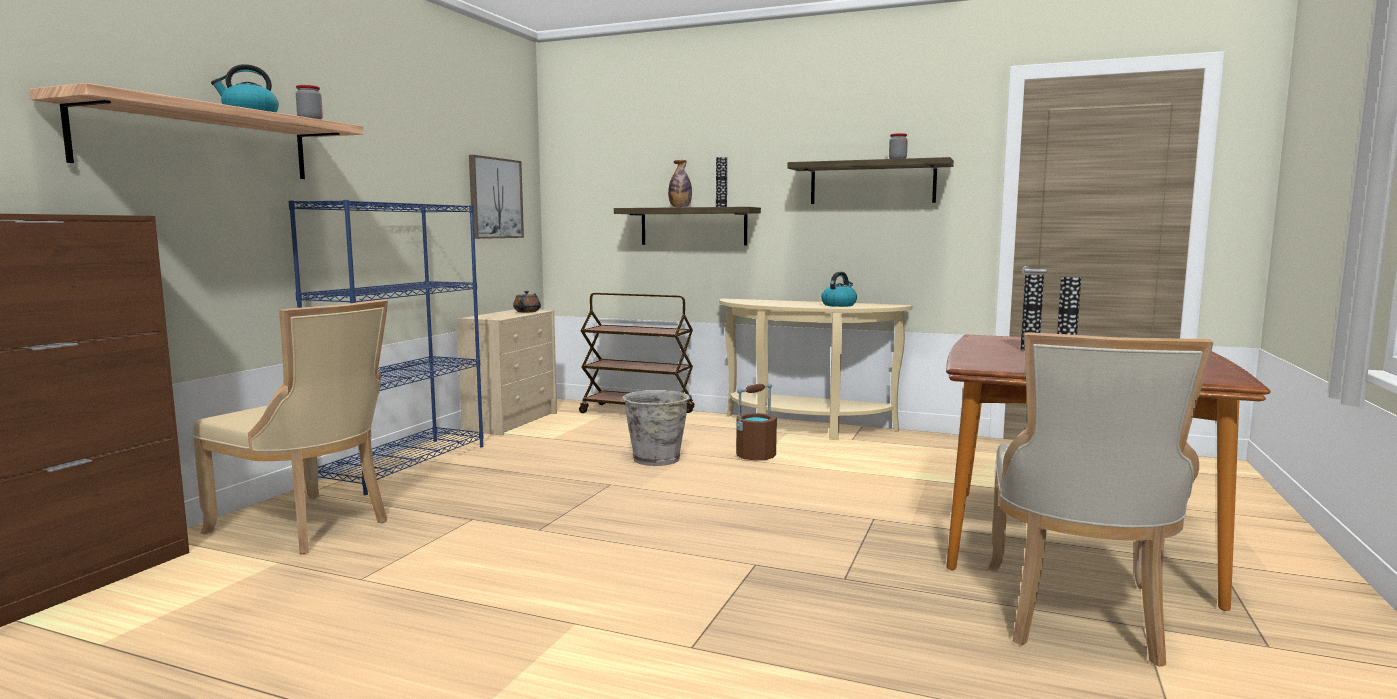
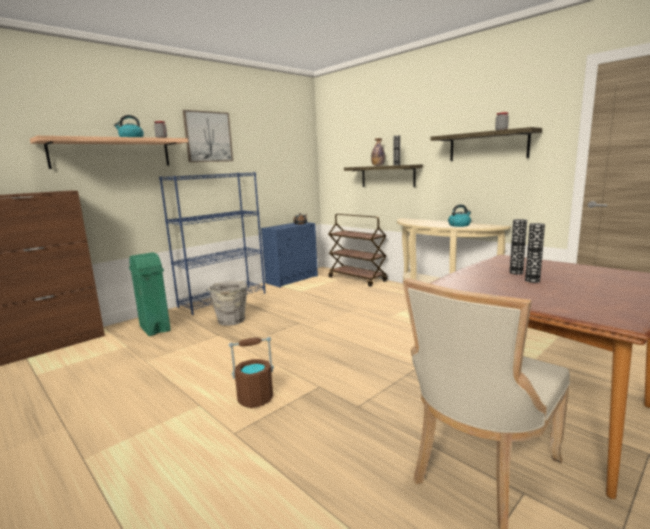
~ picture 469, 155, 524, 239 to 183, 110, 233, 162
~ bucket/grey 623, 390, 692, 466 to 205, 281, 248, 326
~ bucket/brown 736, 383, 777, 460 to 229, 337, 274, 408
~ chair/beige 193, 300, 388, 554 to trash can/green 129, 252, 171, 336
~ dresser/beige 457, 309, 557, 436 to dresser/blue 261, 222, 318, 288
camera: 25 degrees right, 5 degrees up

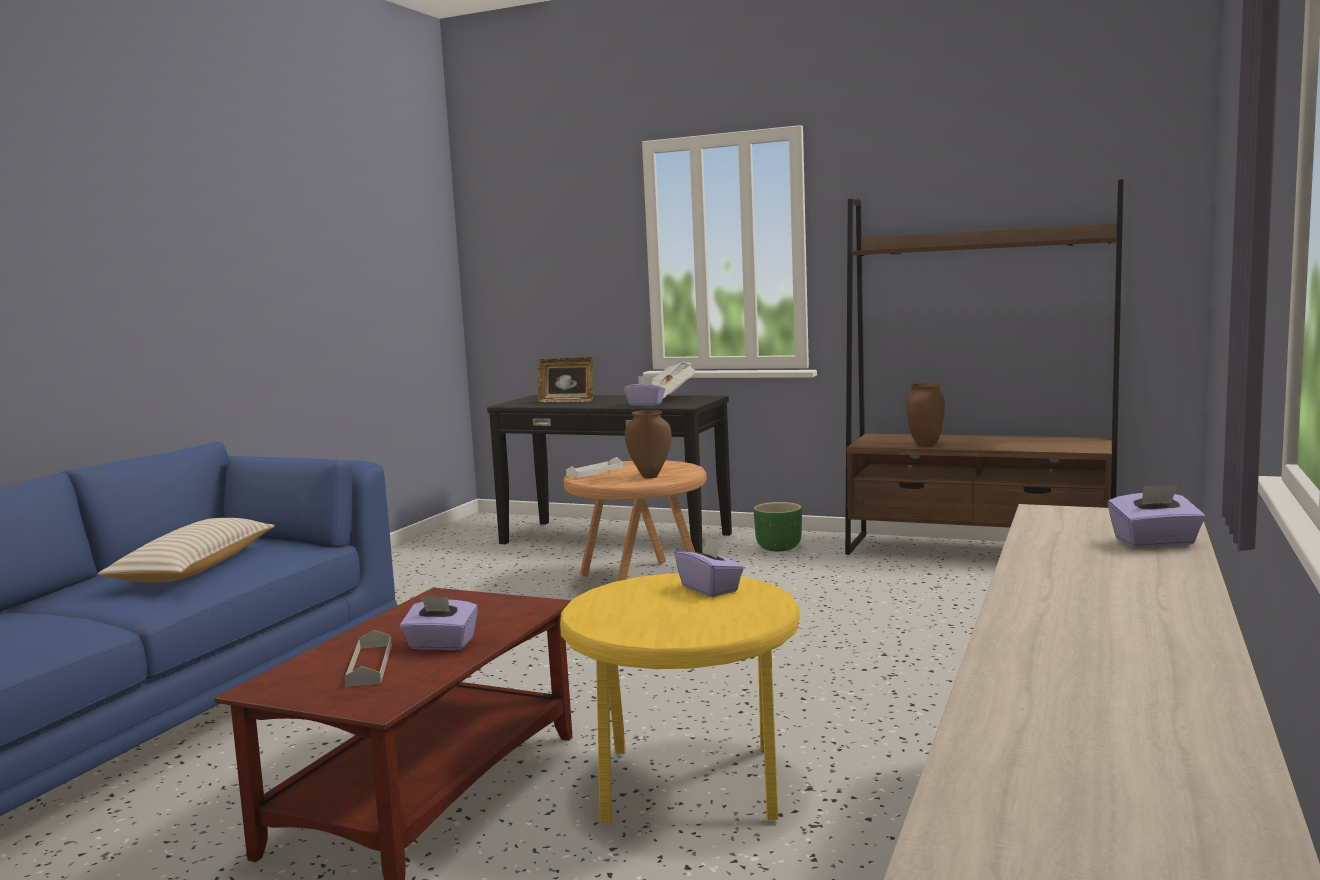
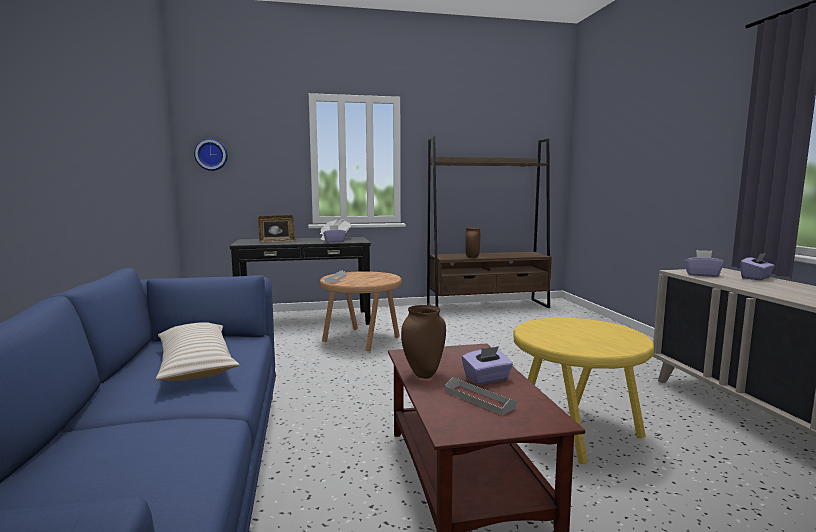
- planter/green 754, 502, 802, 552
+ wall clock 194, 138, 228, 171
~ vase/brown 625, 410, 672, 479 to 401, 305, 446, 379
~ tissue box/purple 675, 537, 744, 597 to 684, 250, 724, 277
camera: 35 degrees left, 0 degrees up

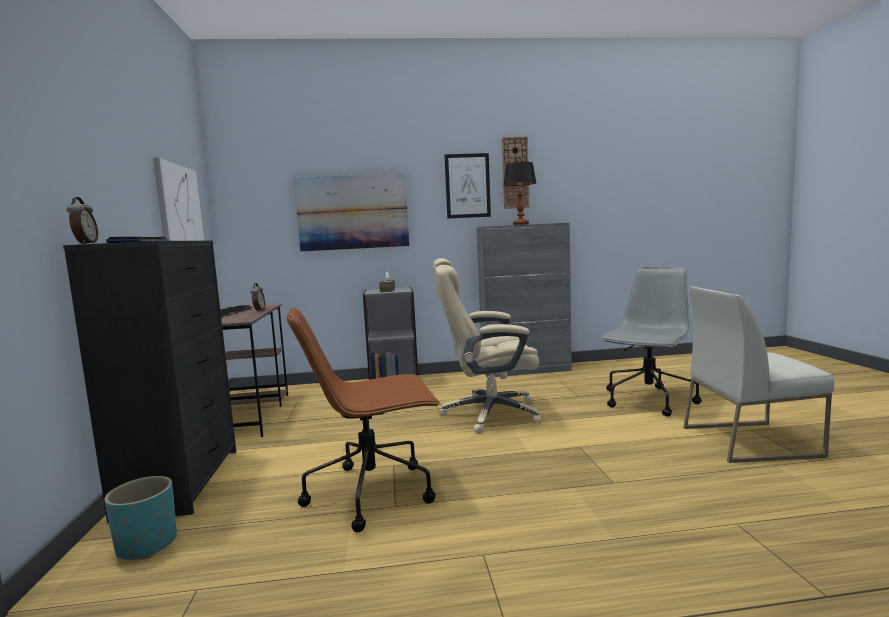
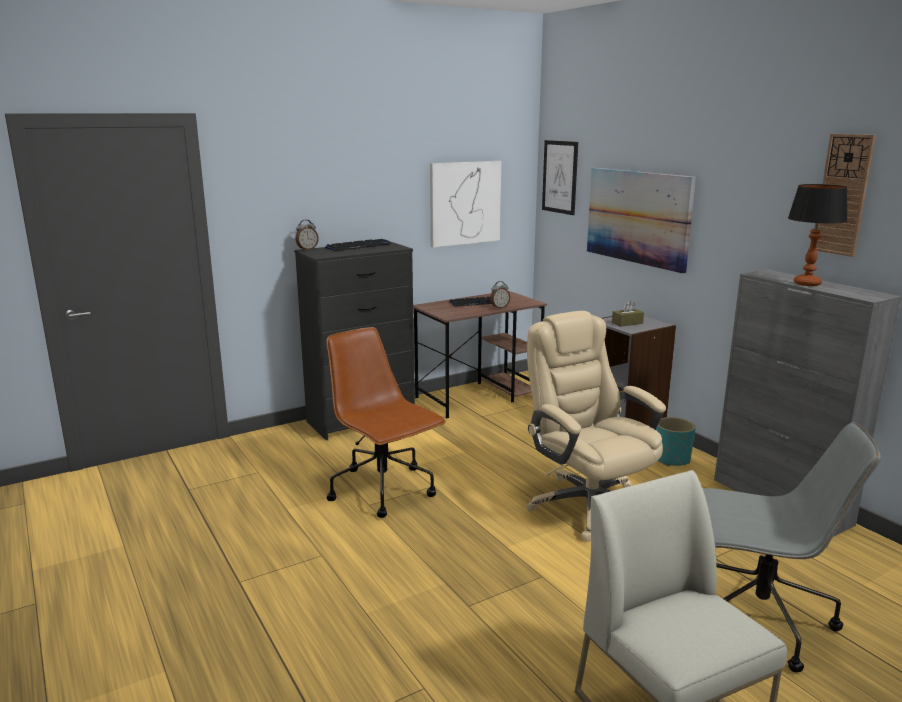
~ planter/turquoise 104, 476, 177, 560 to 656, 417, 696, 467
~ picture 444, 153, 491, 219 to 542, 140, 578, 215
camera: 65 degrees right, 10 degrees up

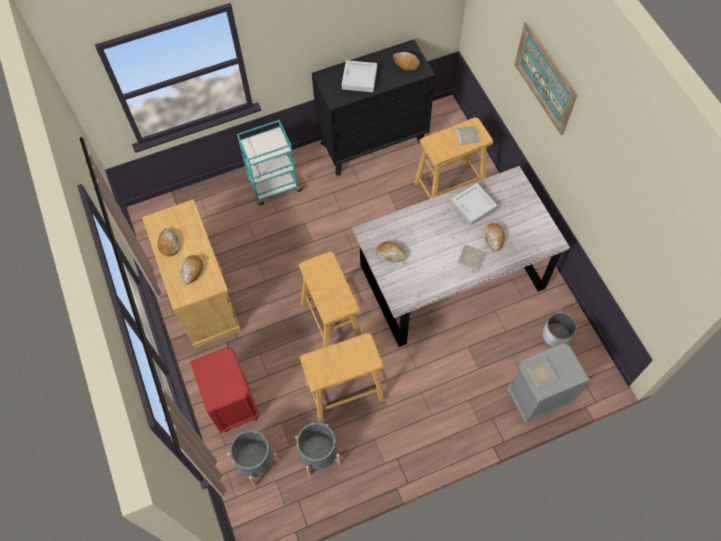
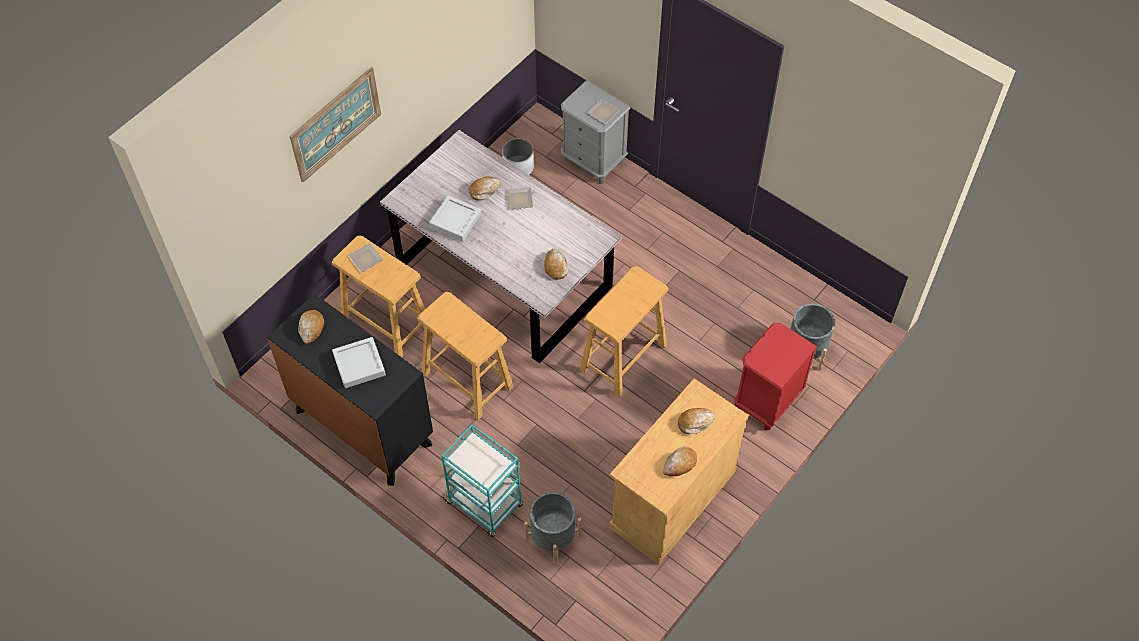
~ planter/grey 295, 422, 341, 477 to 524, 492, 581, 564
~ stool/beige 299, 333, 384, 423 to 417, 292, 514, 420
camera: 120 degrees left, 5 degrees down

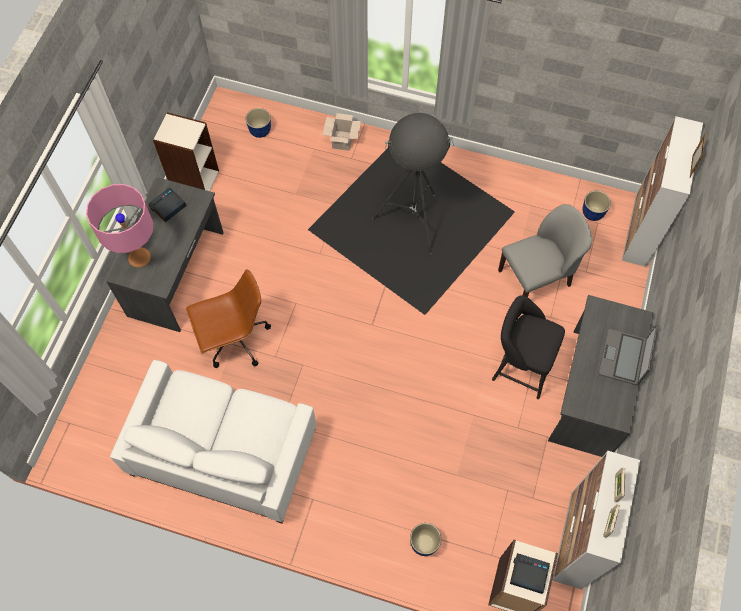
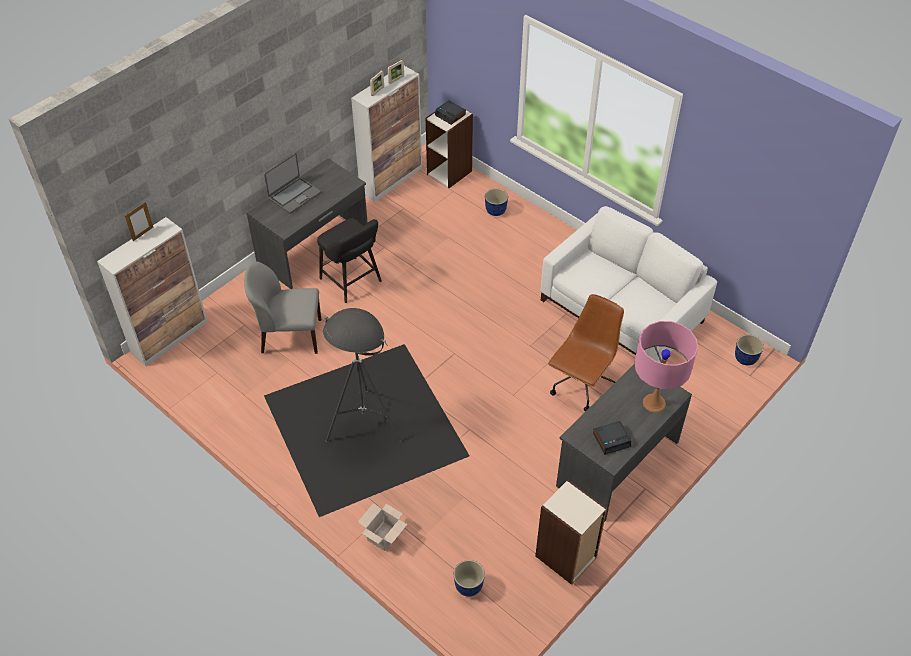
~ planter 582, 191, 611, 221 to 735, 334, 764, 366
~ office chair/brown 186, 269, 271, 368 = 548, 294, 624, 411 120 degrees clockwise
camera: 155 degrees left, 15 degrees down

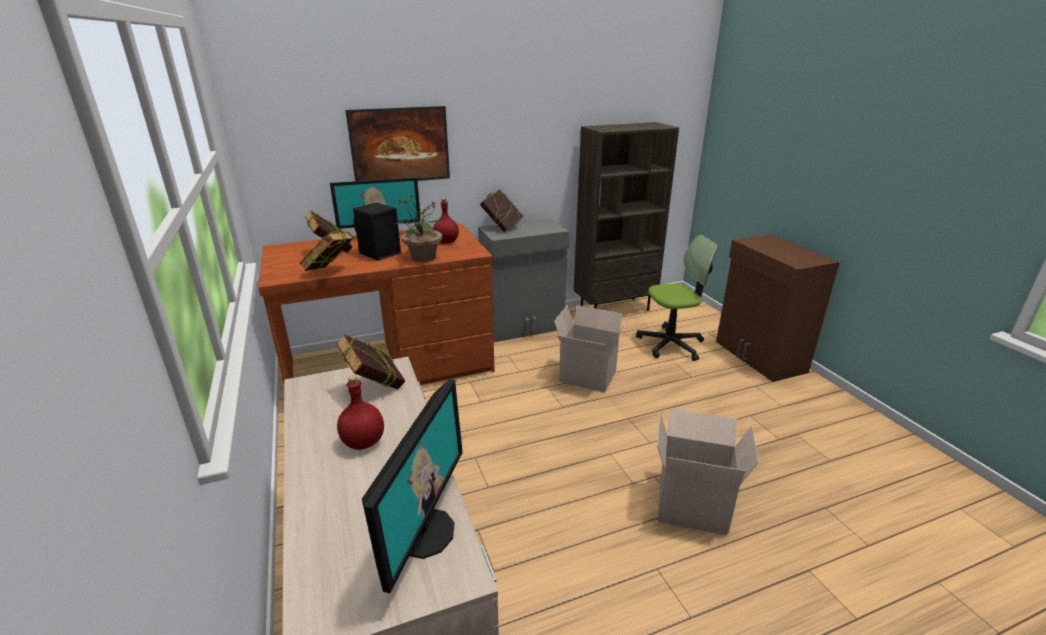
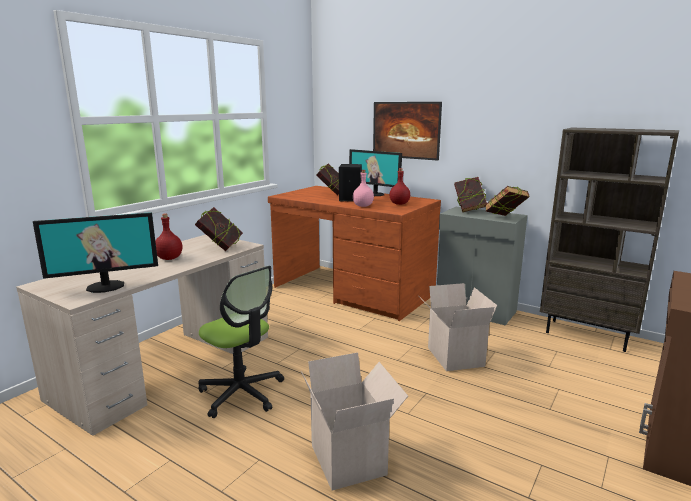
~ book 299, 230, 354, 271 to 484, 186, 530, 216
~ office chair 636, 235, 718, 361 to 198, 266, 284, 418
~ potted plant 395, 194, 442, 262 to bottle/pink 353, 170, 374, 207
camera: 55 degrees right, 10 degrees down

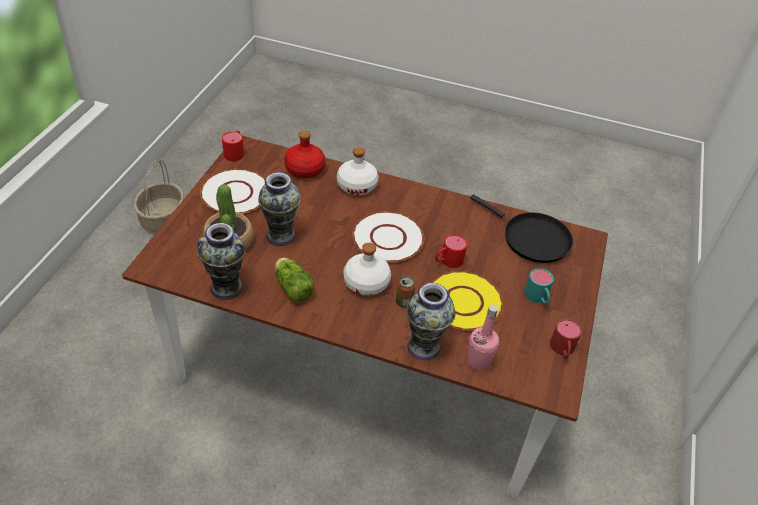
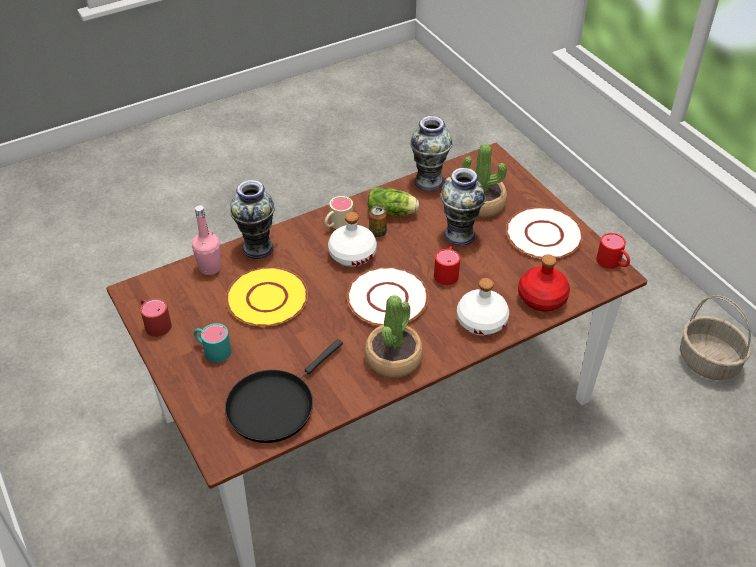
+ mug/beige 325, 196, 353, 229
+ potted plant 365, 295, 423, 378
~ can 395, 276, 416, 307 to 369, 205, 387, 237
~ mug/red 435, 234, 467, 268 to 434, 246, 460, 285
~ frying pan/black 470, 194, 573, 263 = 225, 339, 343, 443 45 degrees counterclockwise
camera: 135 degrees right, 0 degrees up

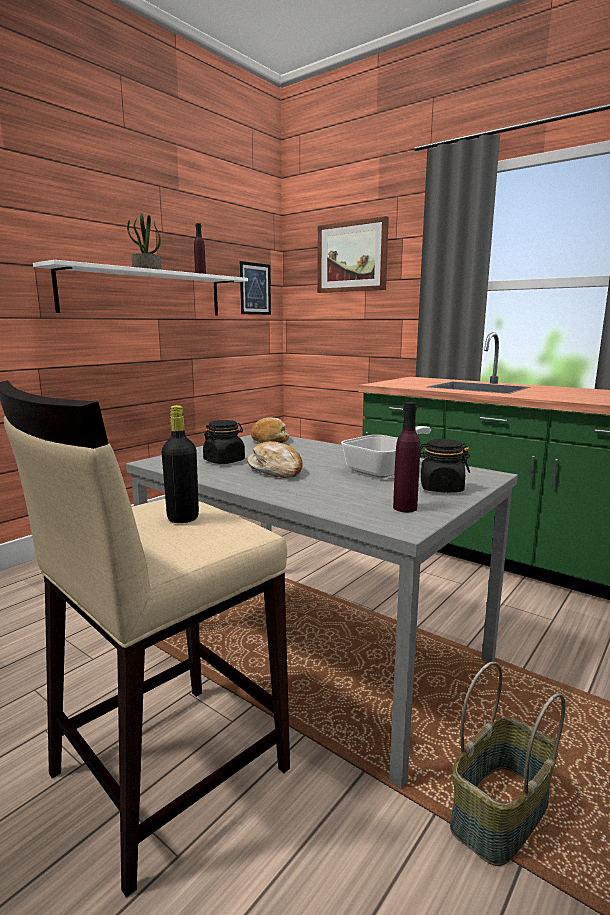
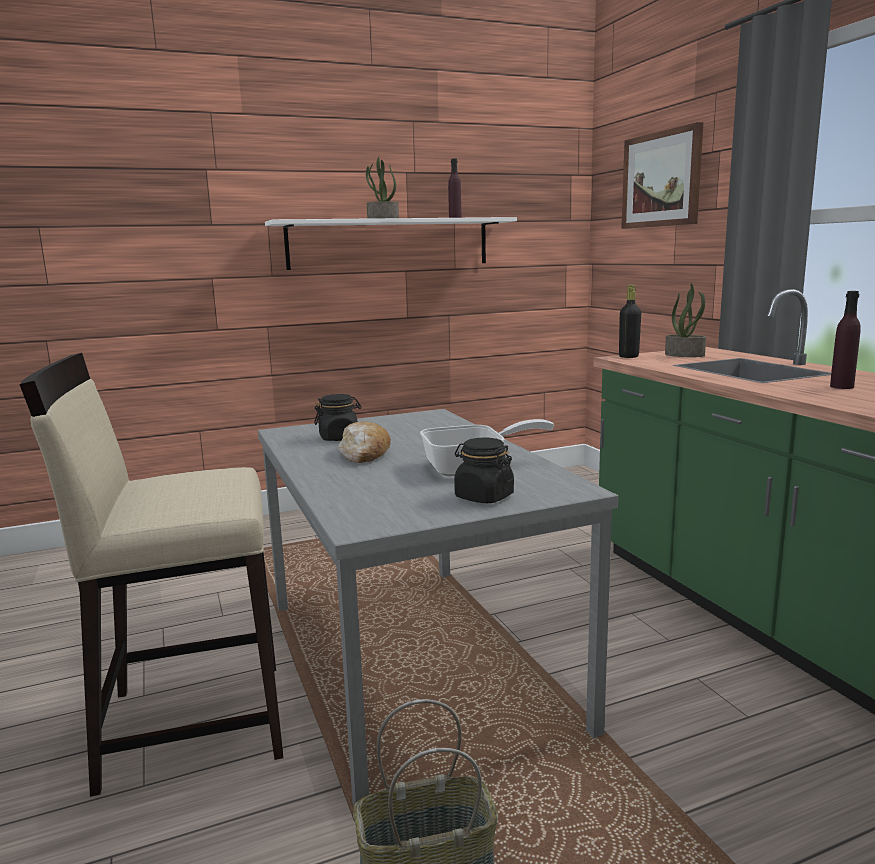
- picture 240, 261, 271, 315
- bread 251, 417, 290, 443
+ potted plant 665, 283, 706, 357
~ bottle/black 162, 405, 199, 523 to 619, 285, 641, 358
~ bottle/purple 393, 402, 420, 512 to 830, 291, 861, 389
camera: 30 degrees right, 0 degrees up

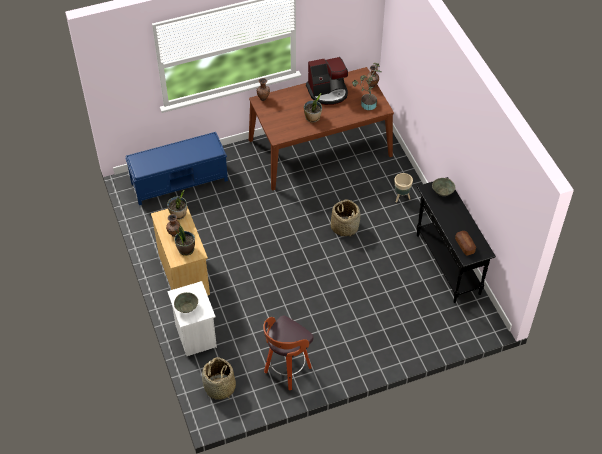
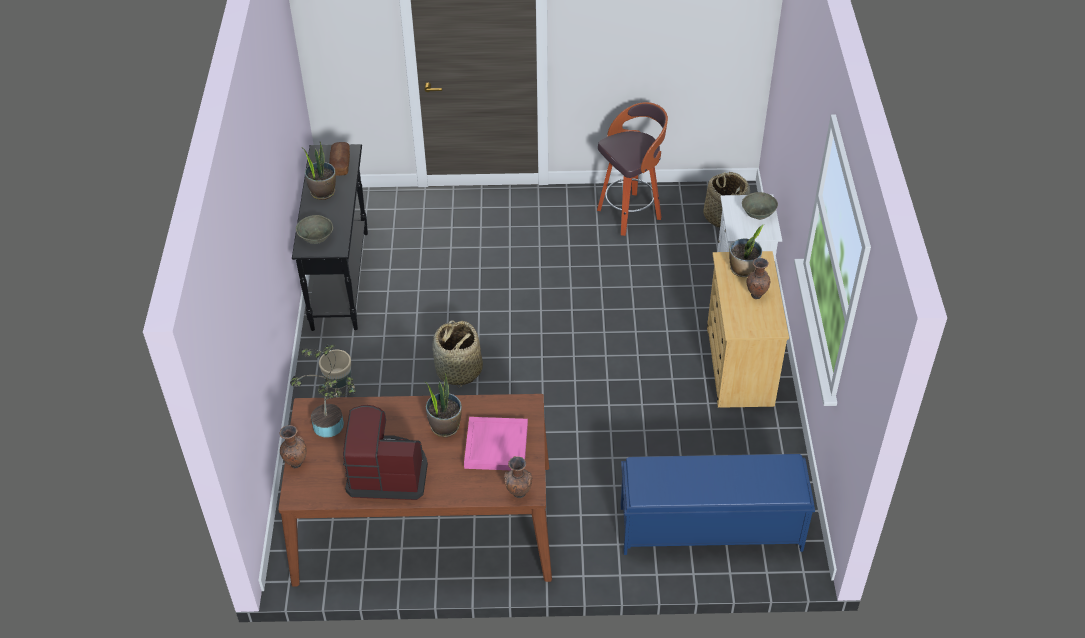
+ tray/pink 464, 417, 528, 470
~ potted plant 167, 190, 187, 220 to 303, 142, 336, 200
camera: 160 degrees left, 5 degrees down

